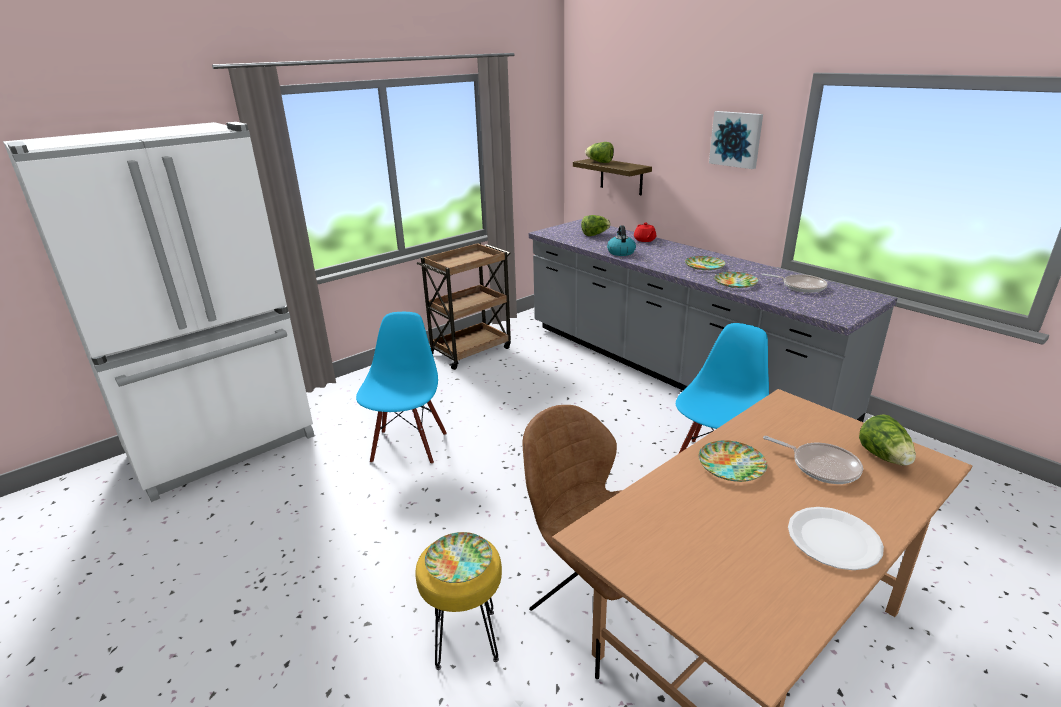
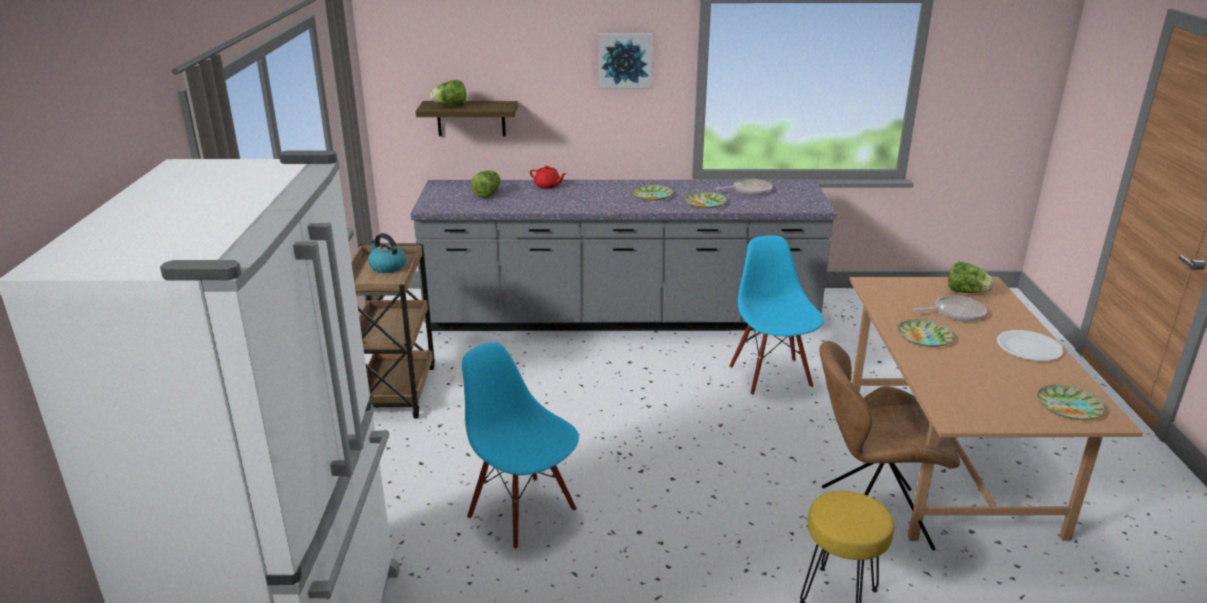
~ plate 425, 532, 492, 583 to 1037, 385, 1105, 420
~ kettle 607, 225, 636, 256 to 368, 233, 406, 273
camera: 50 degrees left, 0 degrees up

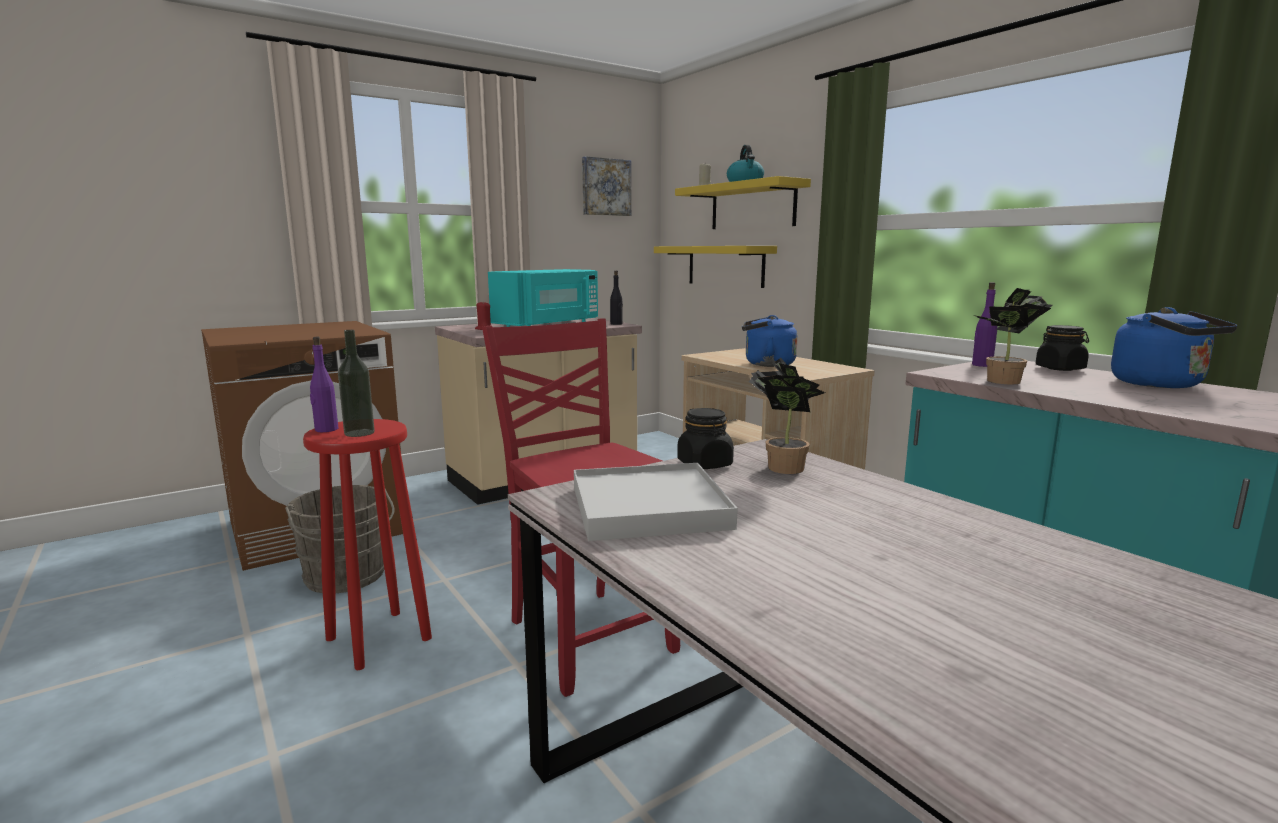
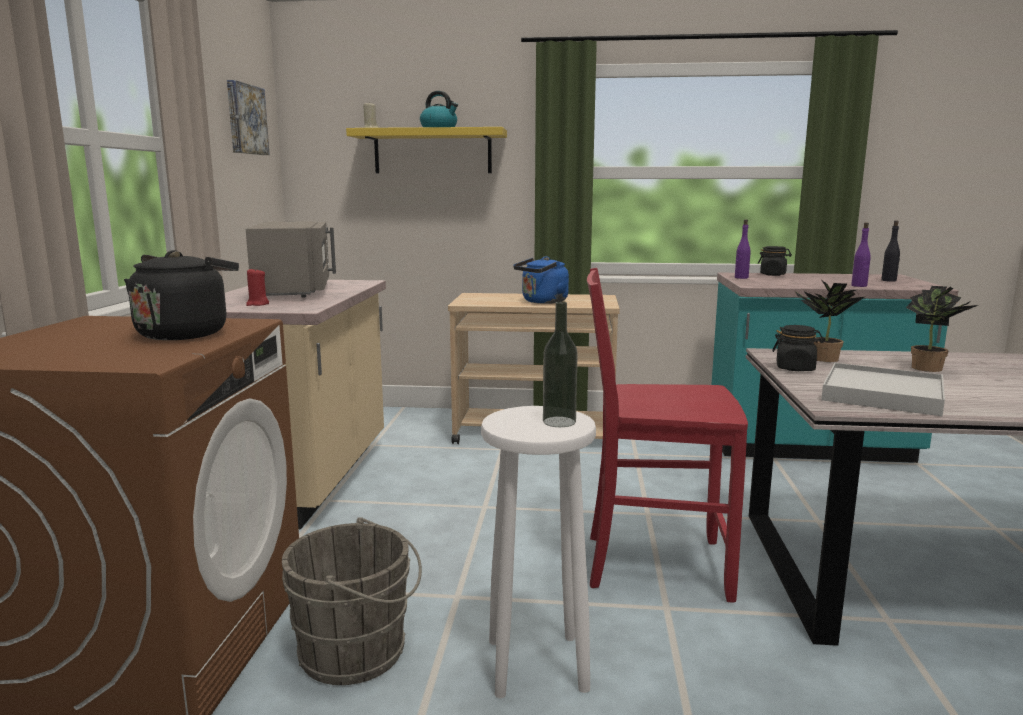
- shelf/yellow 654, 246, 777, 288
- kettle/blue 1111, 307, 1237, 388
+ kettle/black 124, 250, 239, 340
~ bottle/purple 310, 337, 338, 432 to 851, 223, 871, 287
~ bottle/black 610, 271, 623, 325 to 881, 221, 900, 282
~ potted plant 974, 288, 1053, 384 to 906, 286, 978, 372
~ stool/red 303, 419, 432, 670 to stool/white 481, 406, 596, 698
~ microwave/turquoise 488, 269, 598, 327 to microwave/grey 246, 221, 336, 298
camera: 50 degrees left, 0 degrees up

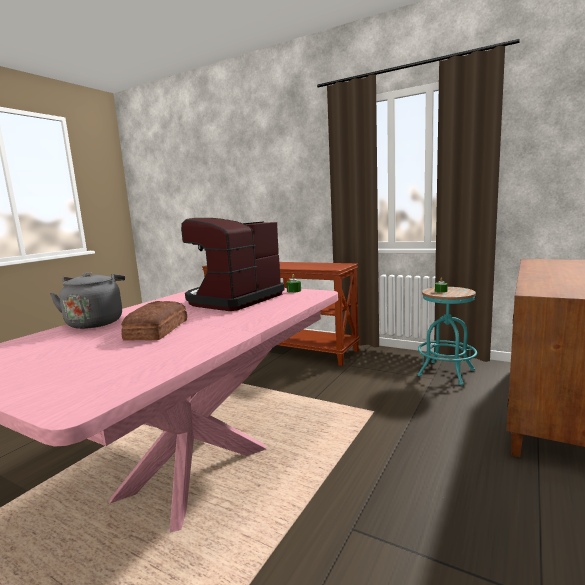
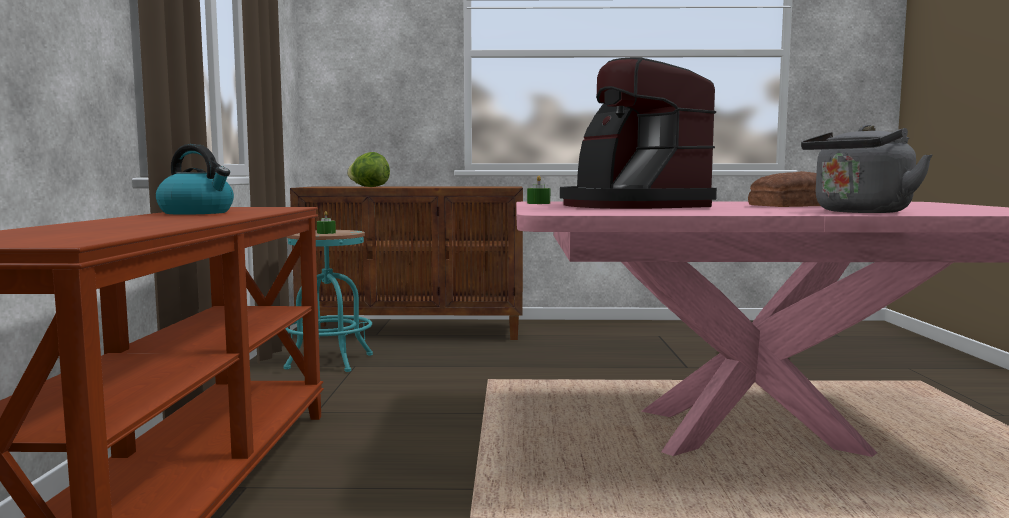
+ kettle 156, 144, 234, 215
+ lettuce 347, 152, 390, 187
~ coffee machine 181, 218, 285, 311 = 560, 57, 717, 209 60 degrees clockwise
camera: 120 degrees left, 5 degrees down

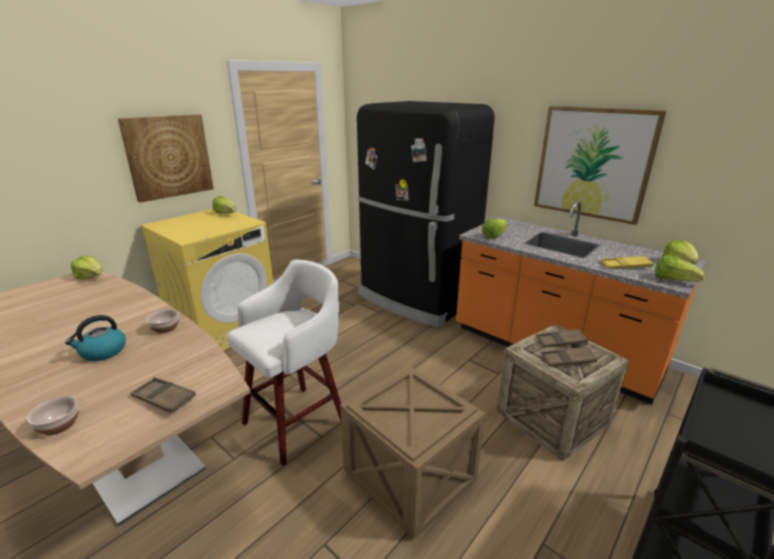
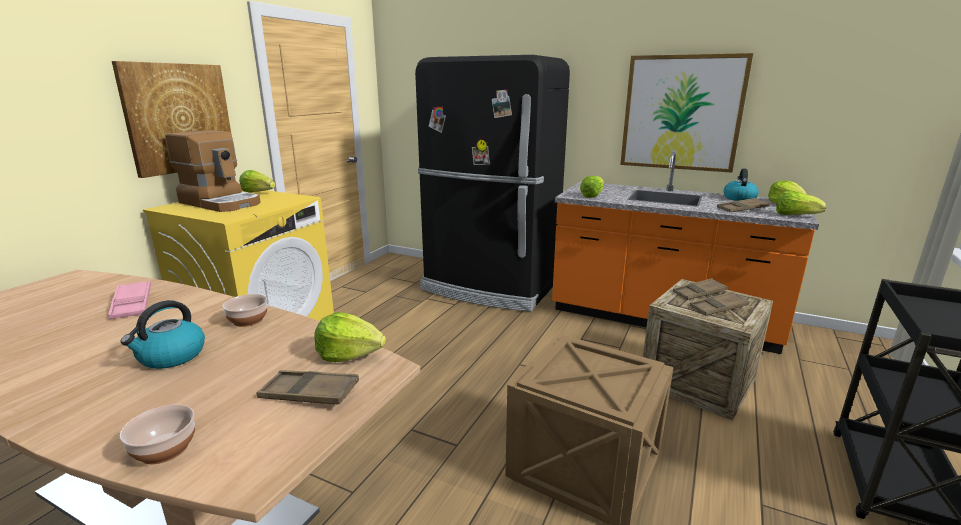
- stool/white 227, 260, 341, 466
+ tray/pink 108, 281, 151, 319
+ coffee machine 165, 130, 261, 212
+ kettle 724, 169, 759, 201
~ lettuce 71, 256, 102, 280 to 314, 312, 386, 362
~ tray/yellow 601, 256, 654, 269 to tray/brown 717, 198, 770, 212
camera: 15 degrees left, 5 degrees down

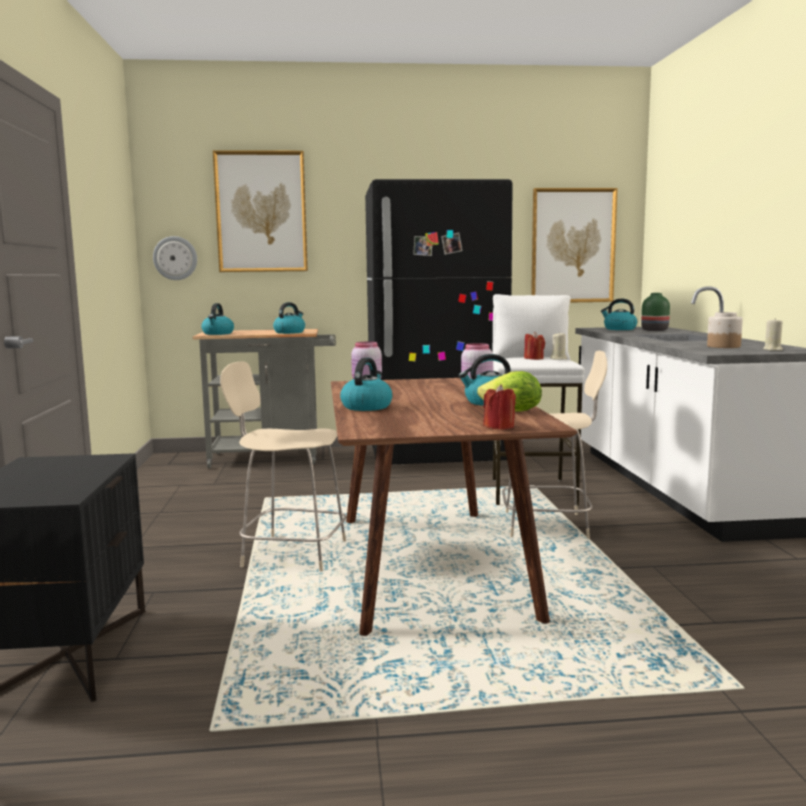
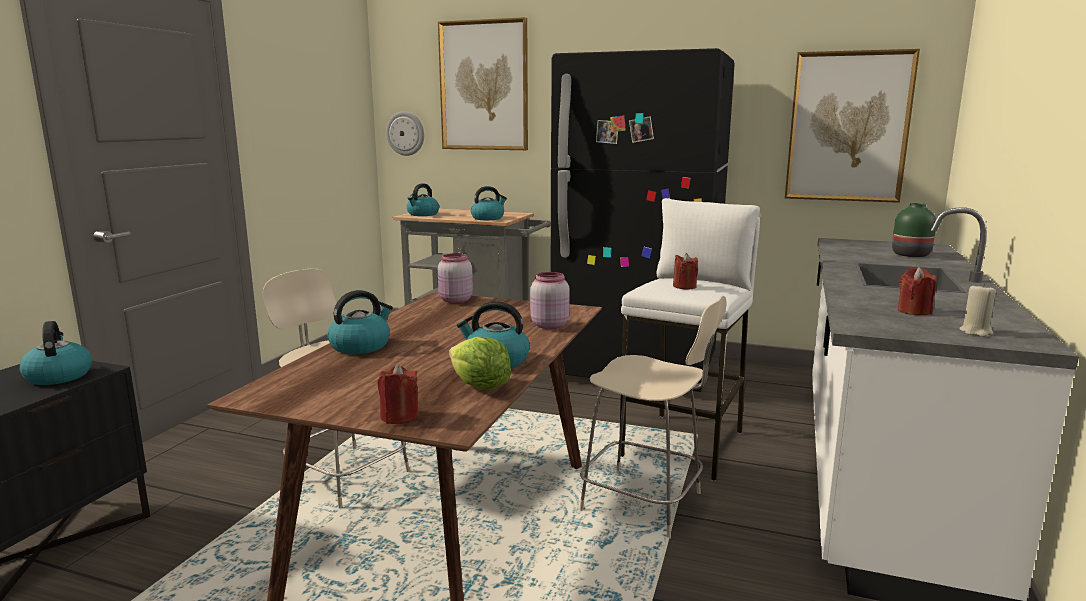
- candle/beige 550, 332, 567, 360
~ kettle 601, 299, 637, 330 to 19, 321, 92, 385
~ jar 707, 312, 743, 348 to candle/red 898, 267, 937, 315
camera: 25 degrees right, 5 degrees up

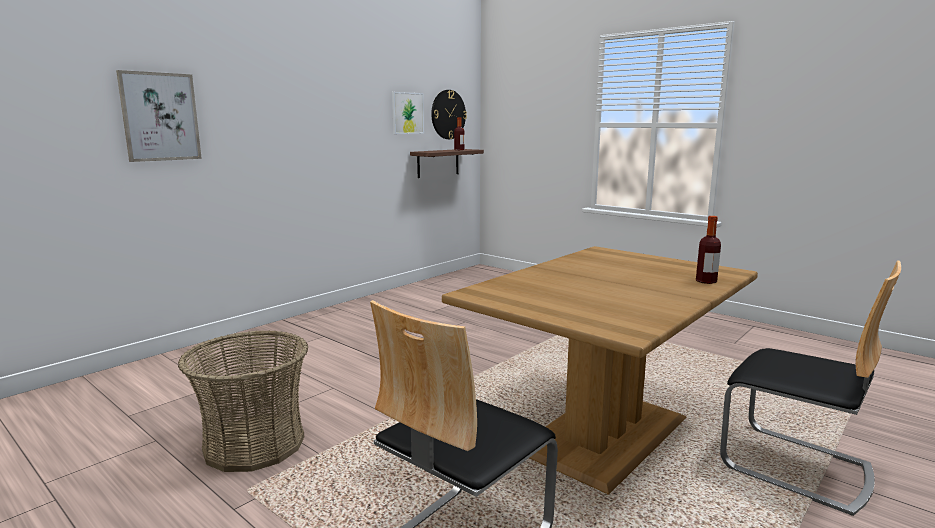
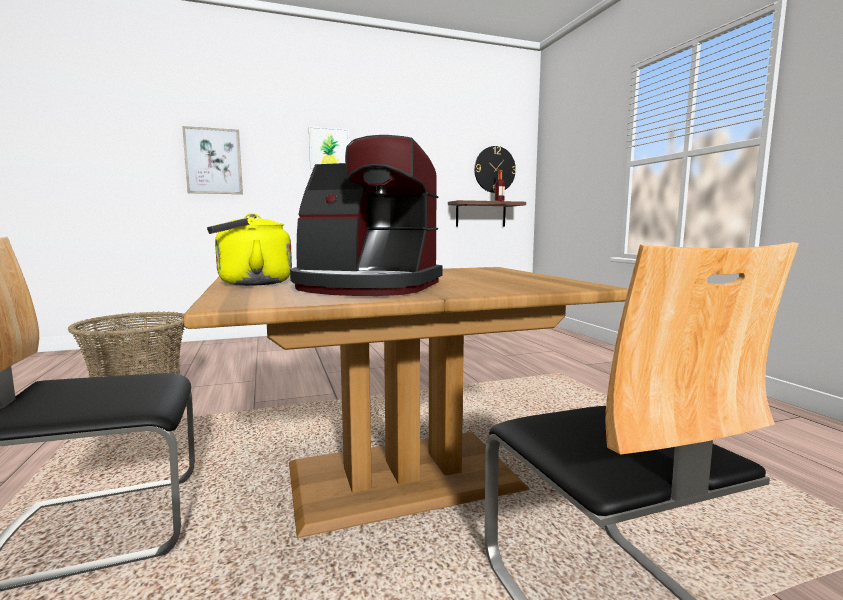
- bottle 696, 216, 721, 284
+ kettle/yellow 207, 213, 292, 286
+ coffee machine 290, 135, 443, 296
~ picture 392, 92, 424, 134 to 309, 126, 350, 168
camera: 30 degrees right, 5 degrees down

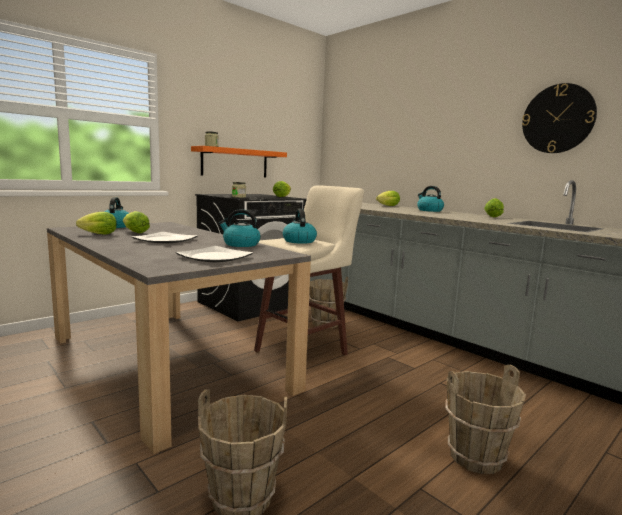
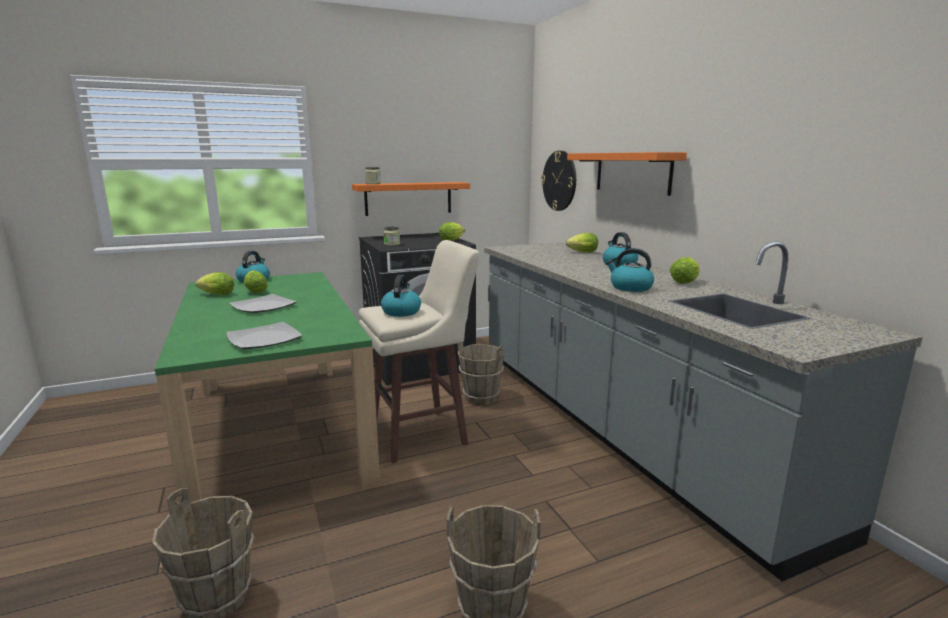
+ shelf/orange 567, 152, 687, 196
~ kettle 219, 209, 261, 247 to 606, 248, 654, 292
~ wall clock 522, 83, 597, 153 to 541, 151, 576, 211
~ dining table/grey 47, 222, 311, 454 to dining table/green 155, 272, 380, 502
camera: 20 degrees right, 5 degrees up

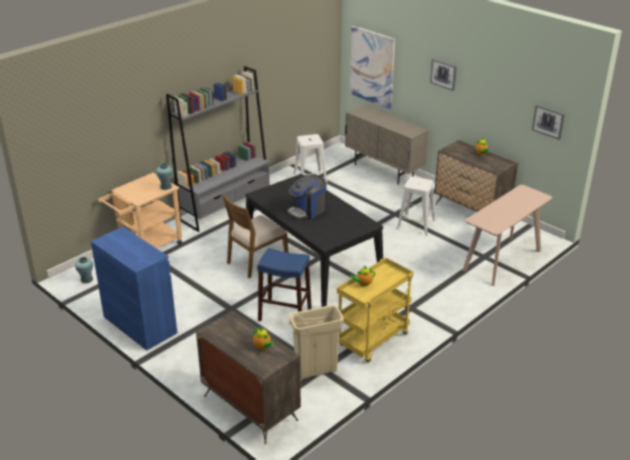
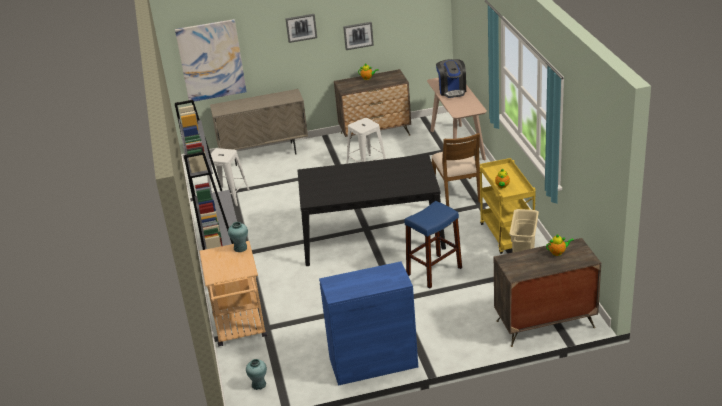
~ chair/brown 223, 195, 288, 278 to 431, 133, 480, 207
~ coffee machine 287, 175, 327, 219 to 436, 59, 466, 98
~ picture 532, 105, 565, 140 to 343, 22, 374, 50
camera: 55 degrees left, 0 degrees up

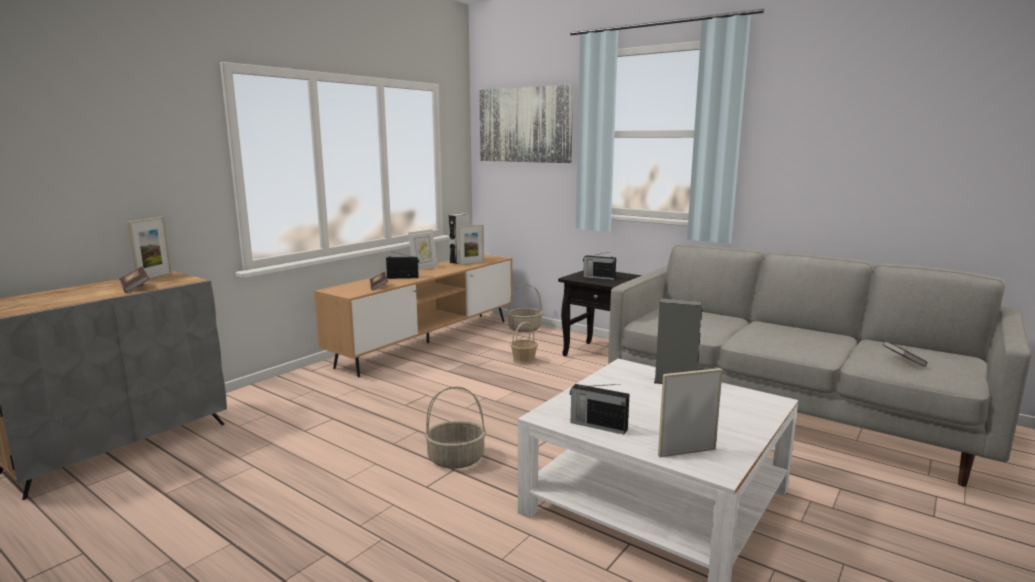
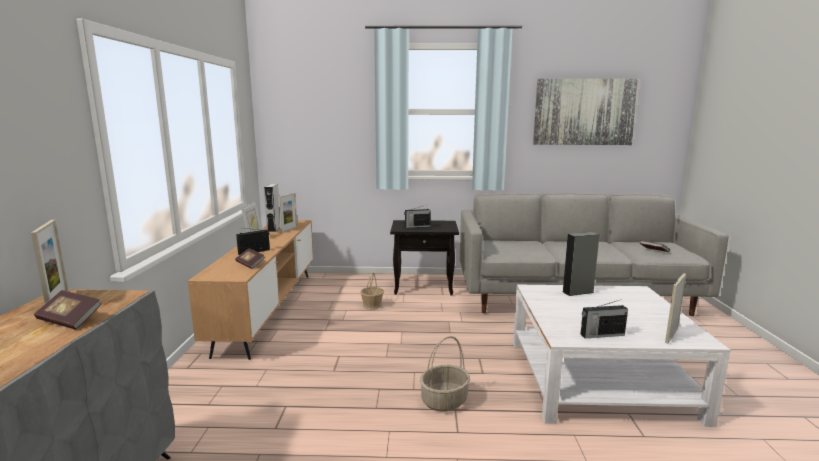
- basket 507, 284, 543, 332
~ picture 479, 84, 573, 163 to 533, 79, 639, 145
camera: 35 degrees left, 0 degrees up

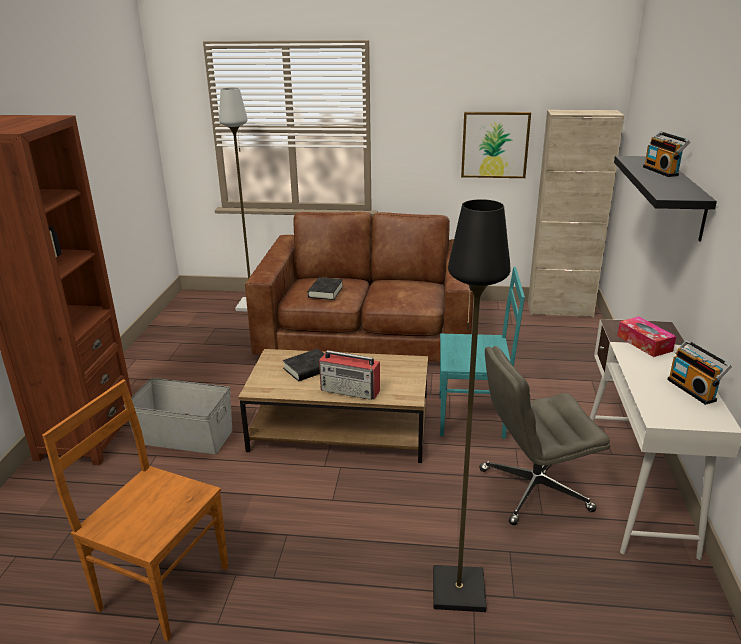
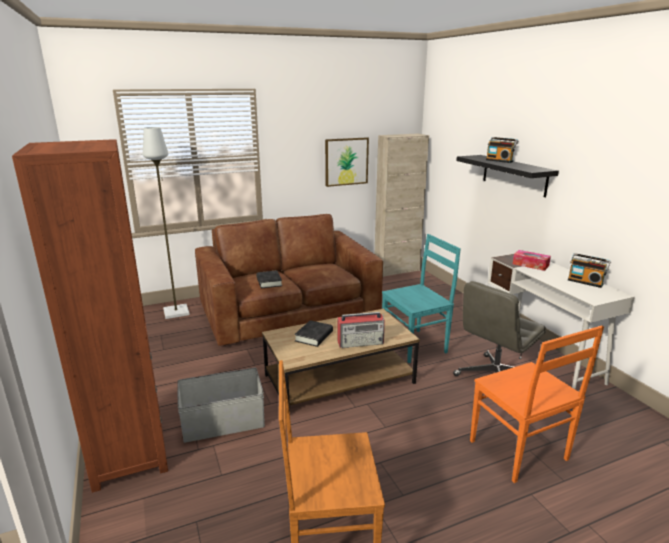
~ floor lamp/black 433, 199, 511, 612 to chair/orange 470, 326, 604, 483
camera: 30 degrees left, 5 degrees down

